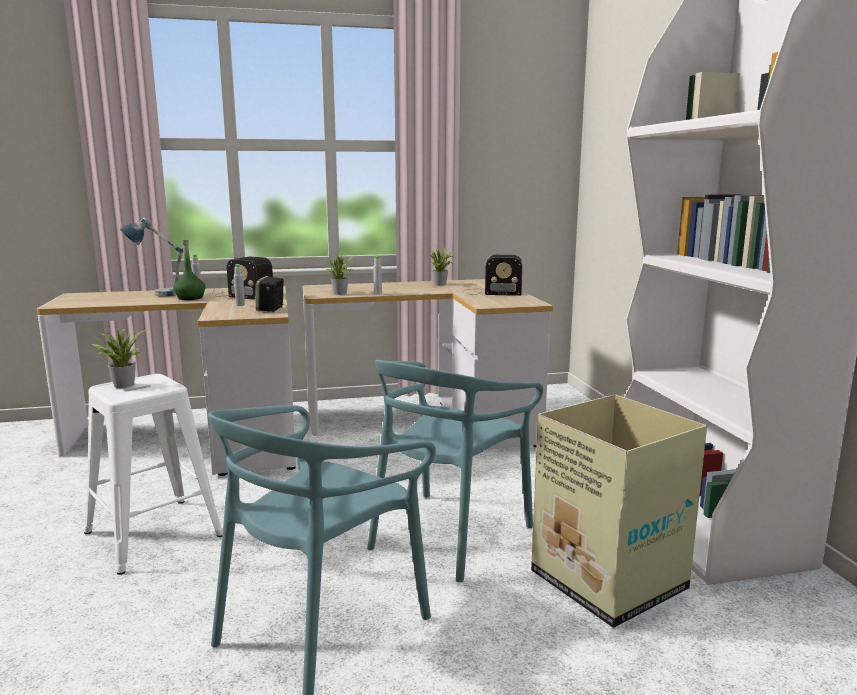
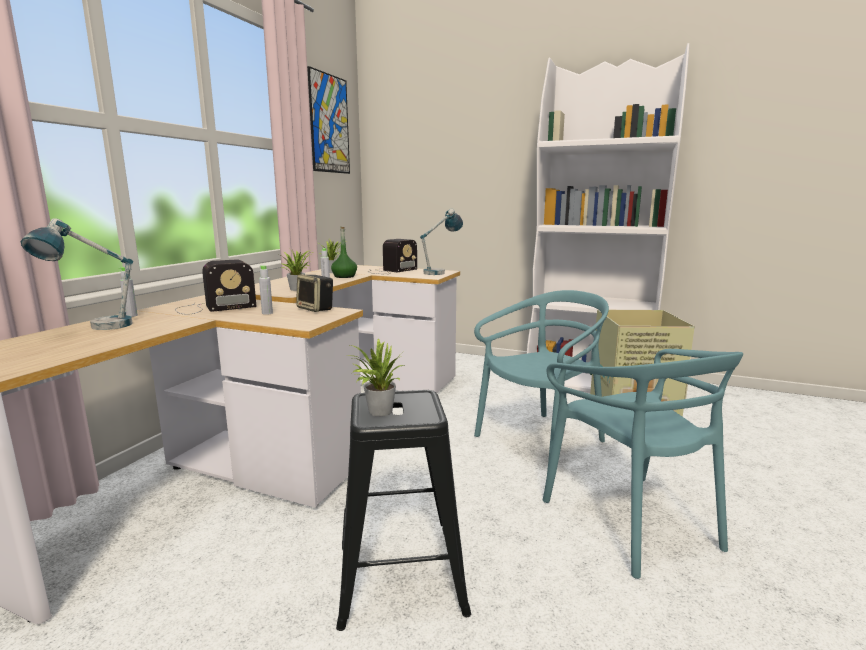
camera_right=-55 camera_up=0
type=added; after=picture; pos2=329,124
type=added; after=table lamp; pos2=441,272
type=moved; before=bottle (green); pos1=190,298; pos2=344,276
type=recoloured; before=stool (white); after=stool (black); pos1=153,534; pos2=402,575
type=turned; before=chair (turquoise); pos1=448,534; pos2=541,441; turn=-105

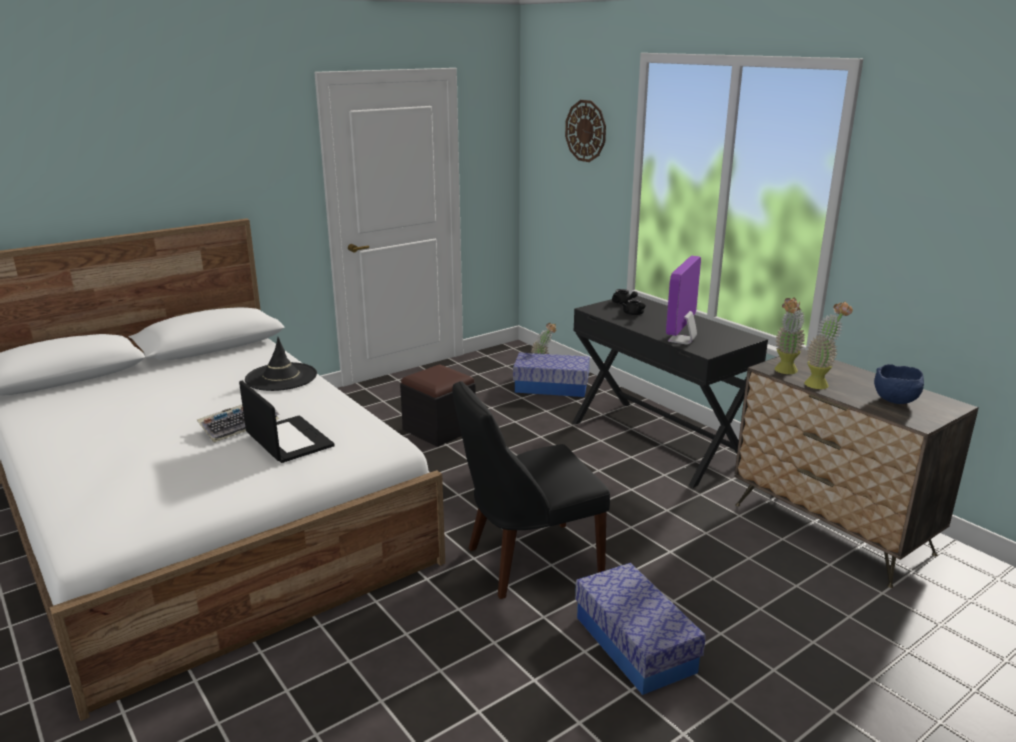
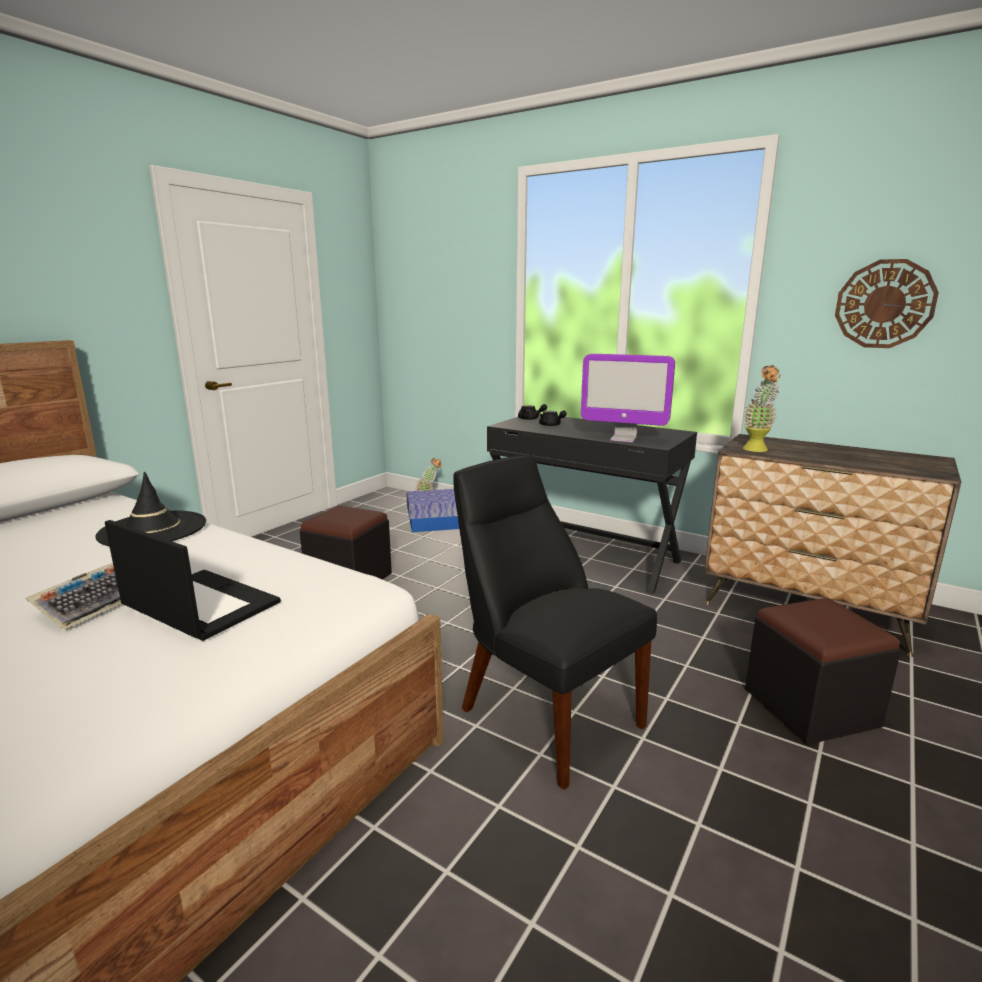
camera_right=-20 camera_up=-5
type=removed; before=storage box; pos1=634,644
type=removed; before=potted plant; pos1=820,383
type=removed; before=bowl (blue); pos1=896,401
type=added; after=ottoman (black); pos2=810,707
type=moved; before=wall clock; pos1=586,131; pos2=884,304
type=turned; before=chair (black); pos1=527,561; pos2=544,713; turn=90
type=turned; before=monitor; pos1=682,340; pos2=623,439; turn=-75

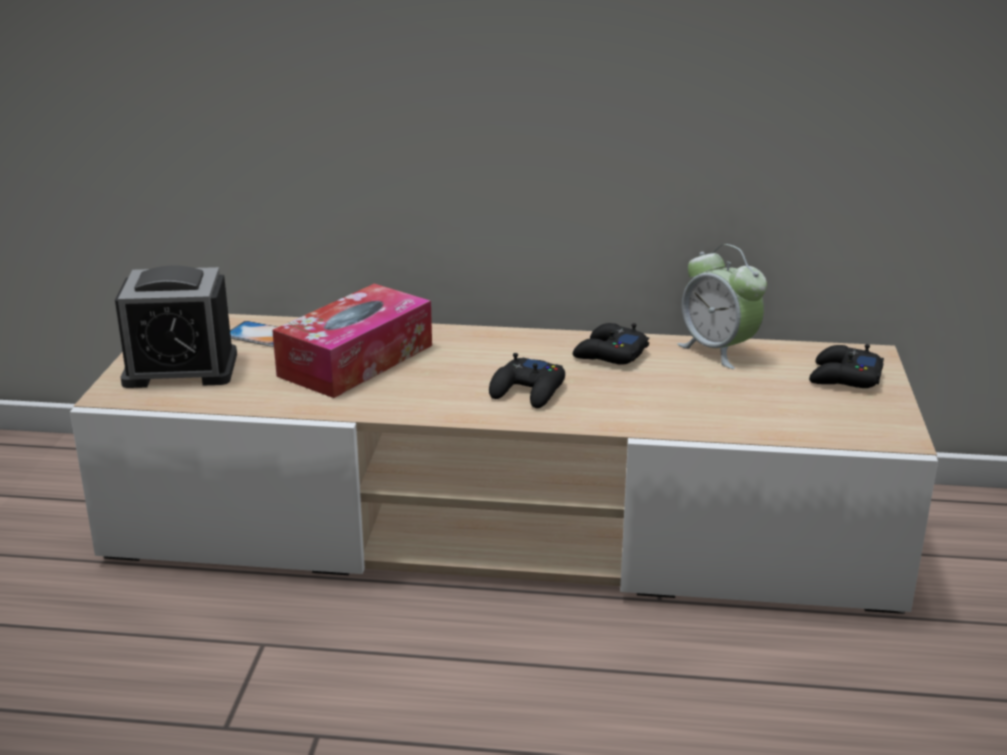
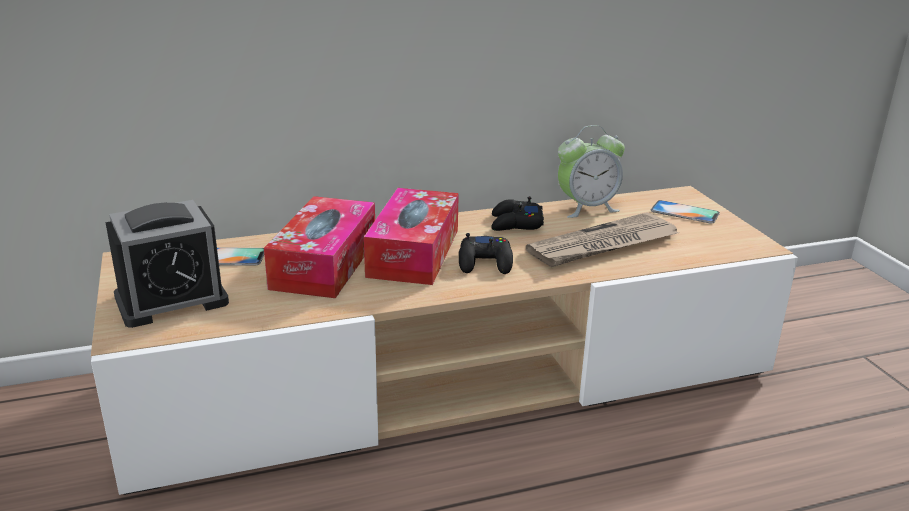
camera_right=-25 camera_up=0
type=added; after=tissue box; pos2=414,252
type=added; after=newspaper; pos2=603,245
type=replaced; before=game controller (black); after=phone; pos1=844,377; pos2=684,212
type=turned; before=alarm clock; pos1=718,351; pos2=586,208; turn=-45

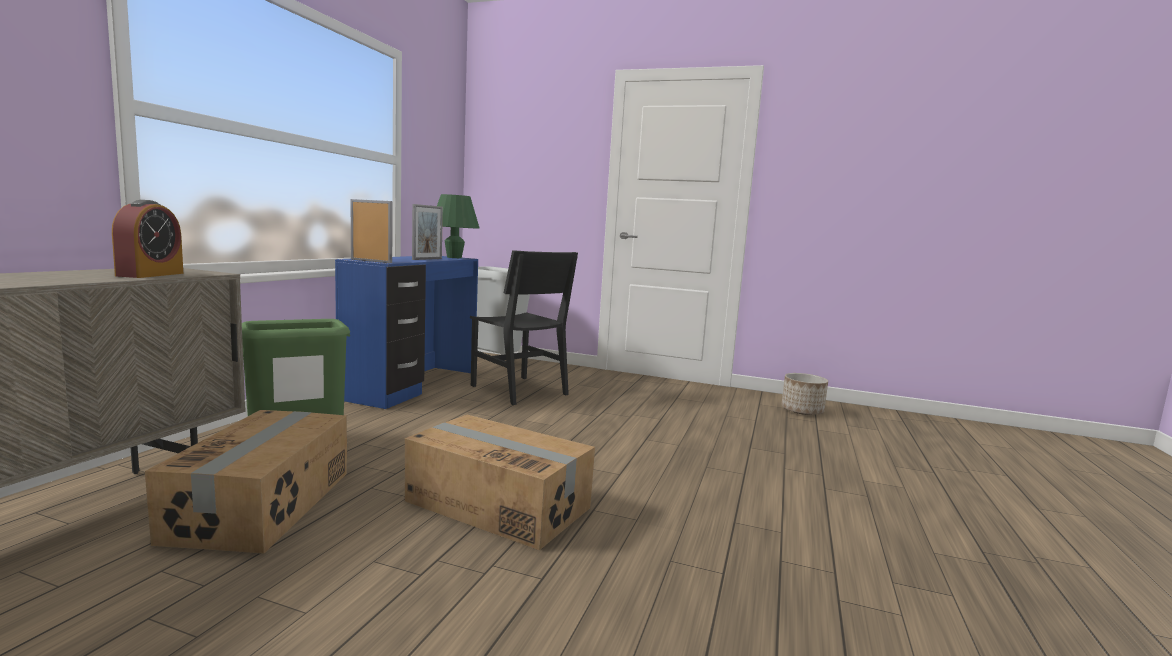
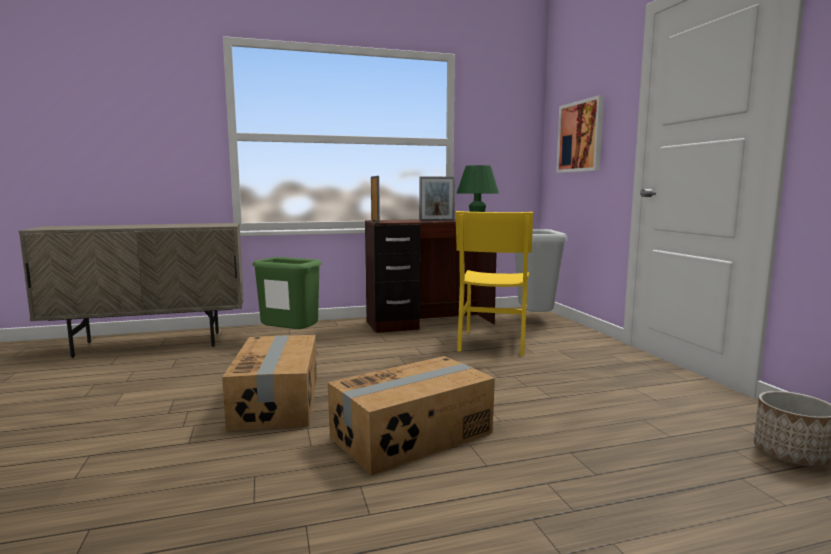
camera_right=55 camera_up=0
type=removed; before=alarm clock; pos1=150,274
type=added; after=picture; pos2=580,136
type=moved; before=cardboard box; pos1=264,504; pos2=413,435
type=recoloured; before=desk (blue); after=desk (brown); pos1=414,385; pos2=430,323
type=recoloured; before=chair (black); after=chair (yellow); pos1=518,390; pos2=492,342

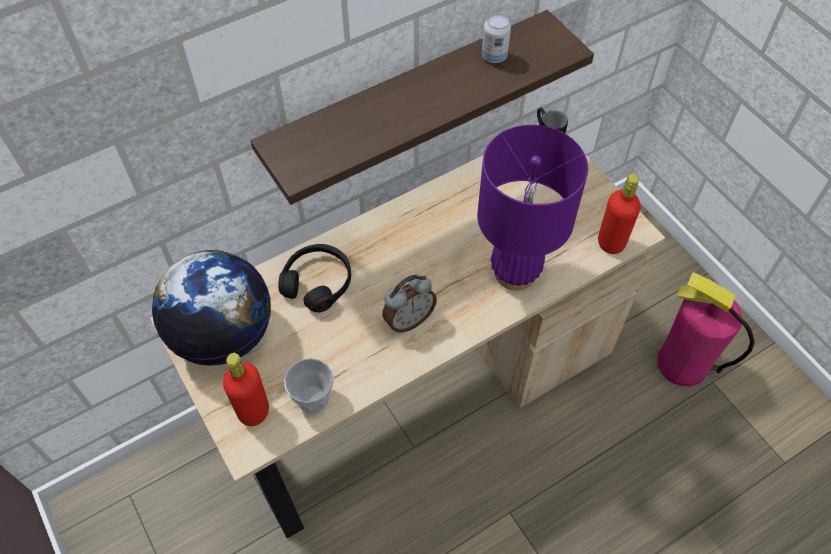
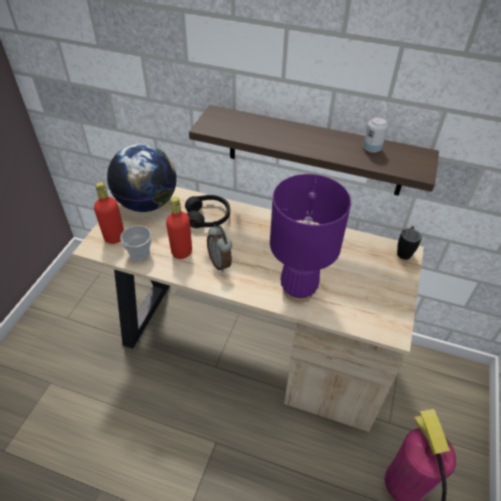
camera_right=50 camera_up=-10
type=moved; before=bottle (red); pos1=611,243; pos2=182,252
type=turned; before=alarm clock; pos1=408,319; pos2=220,263; turn=45

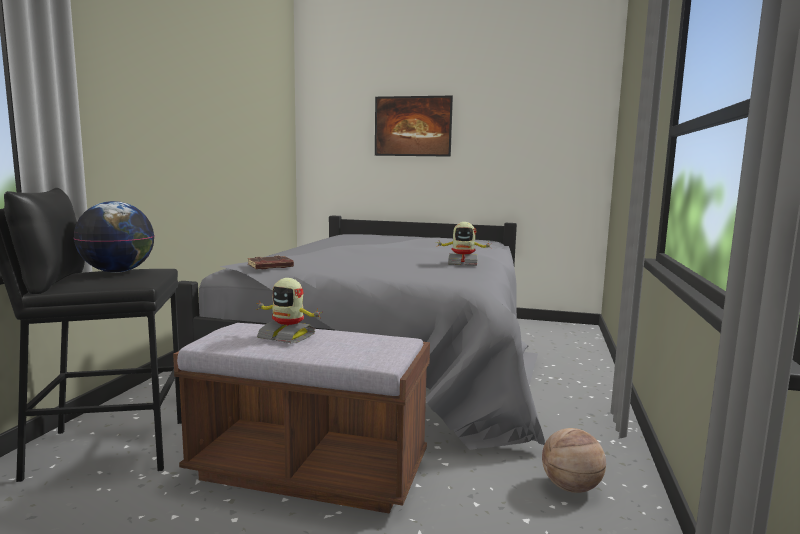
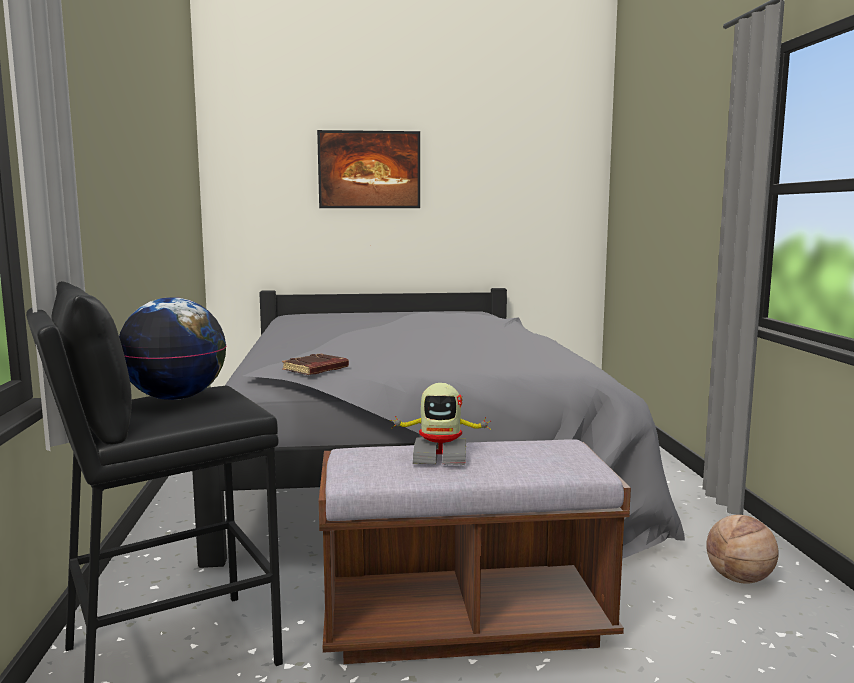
camera_right=-20 camera_up=0
type=removed; before=toy robot; pos1=462,263

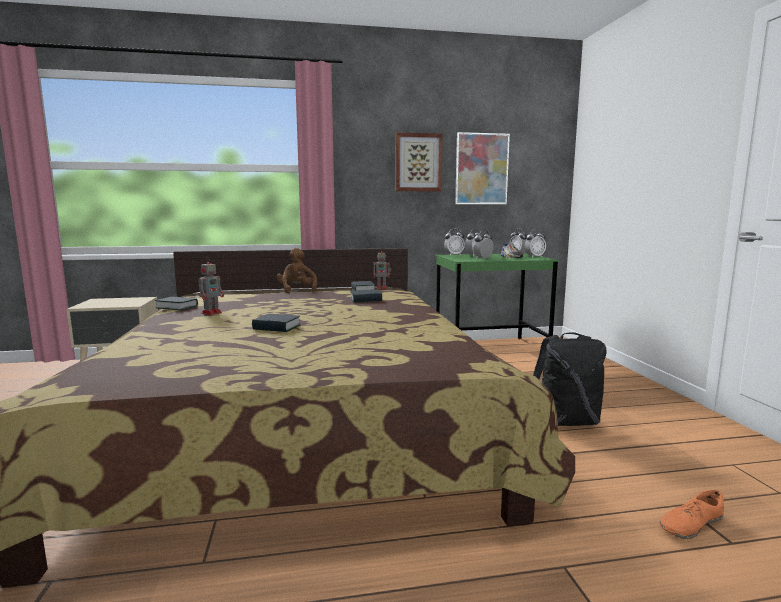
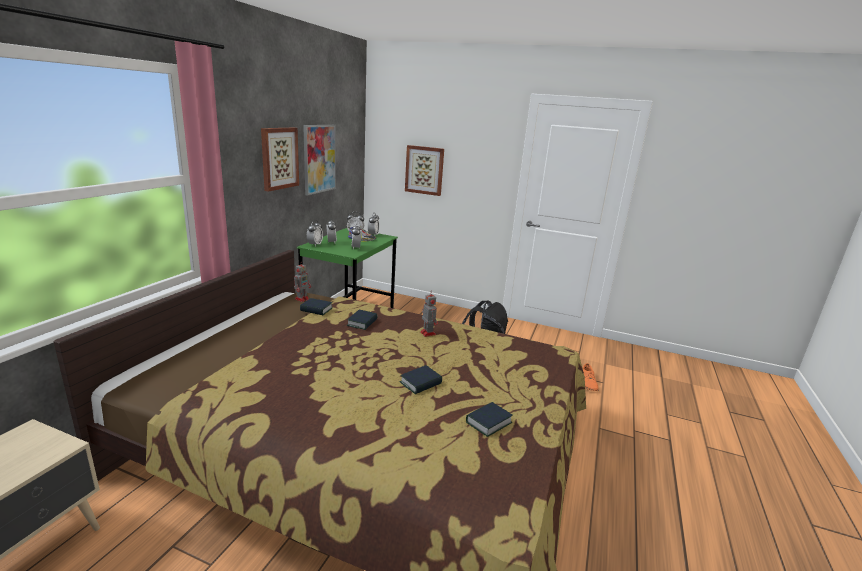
camera_right=-60 camera_up=10
type=removed; before=plush toy (brown); pos1=297,291
type=added; after=picture; pos2=424,170
type=moved; before=book; pos1=177,307; pos2=488,422
type=moved; before=toy robot; pos1=212,313; pos2=427,333

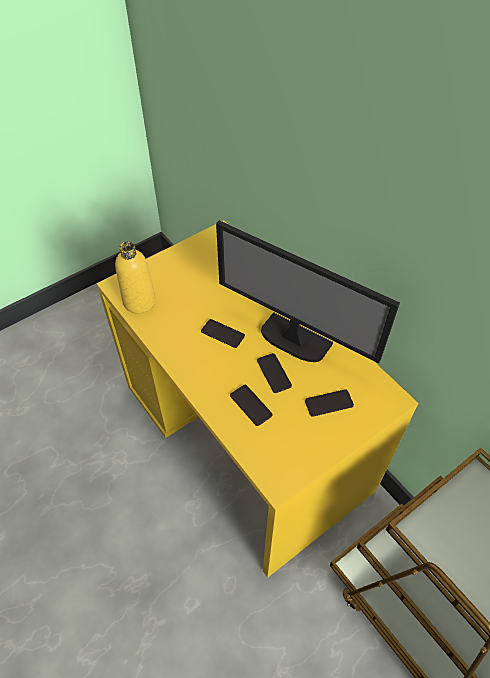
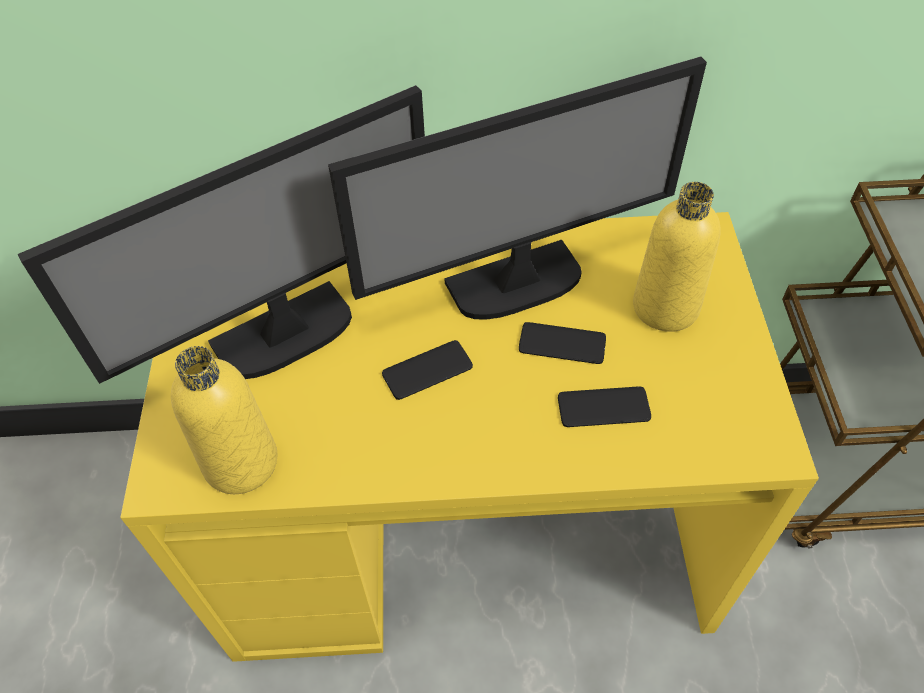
camera_right=-55 camera_up=0
type=added; after=monitor; pos2=286,336
type=replaced; before=phone; after=bottle (yellow); pos1=329,403; pos2=665,307

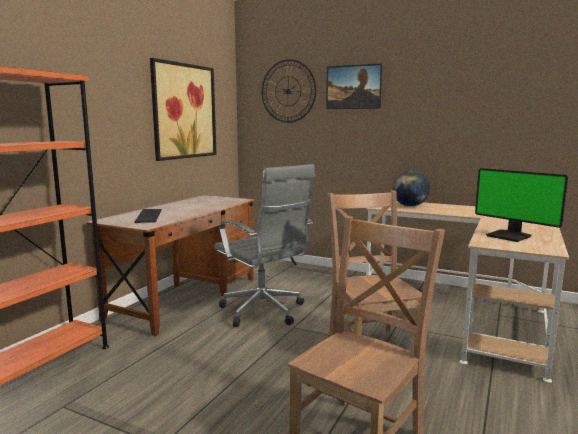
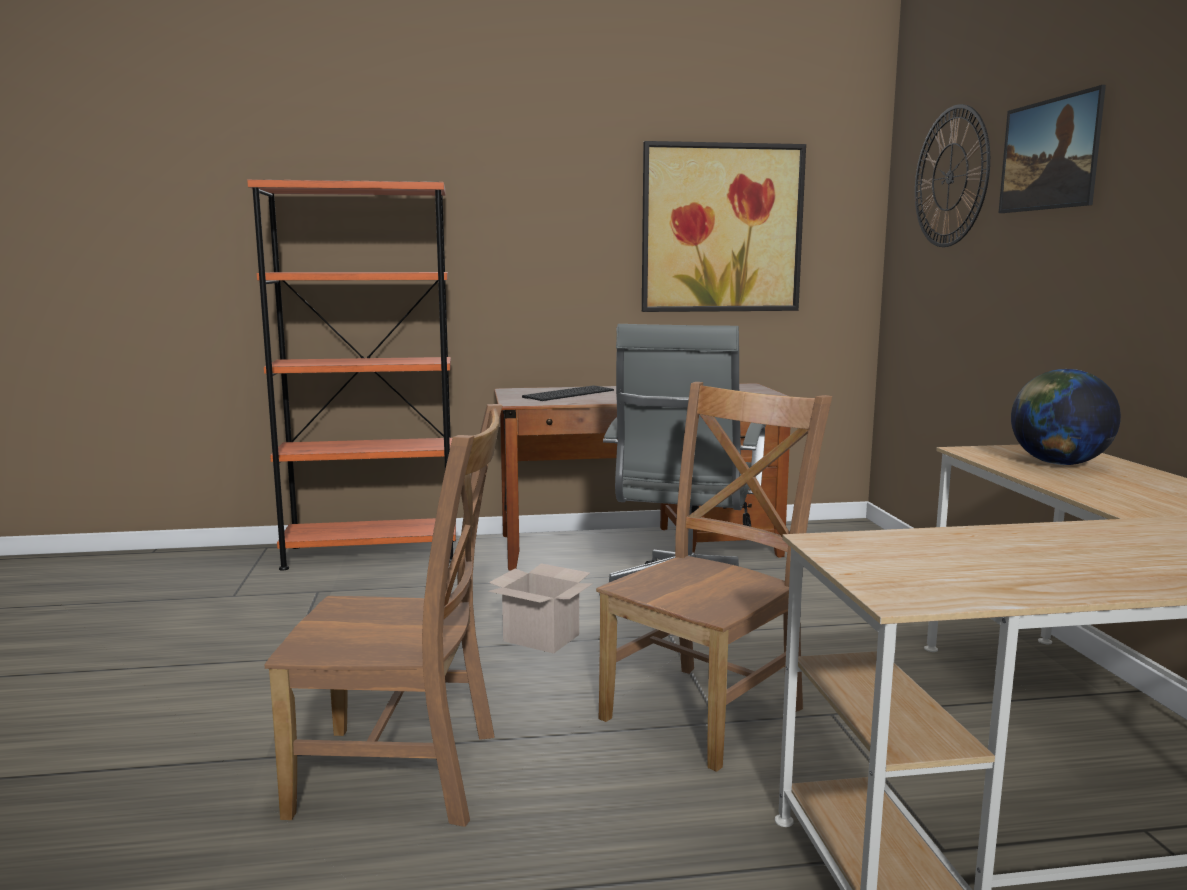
camera_right=55 camera_up=0
type=removed; before=monitor; pos1=510,236
type=added; after=cardboard box; pos2=543,638

